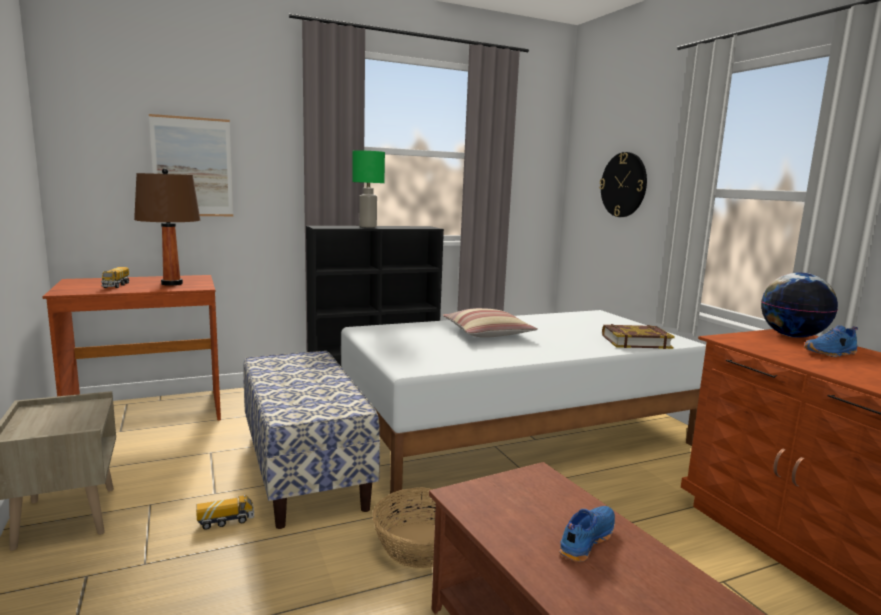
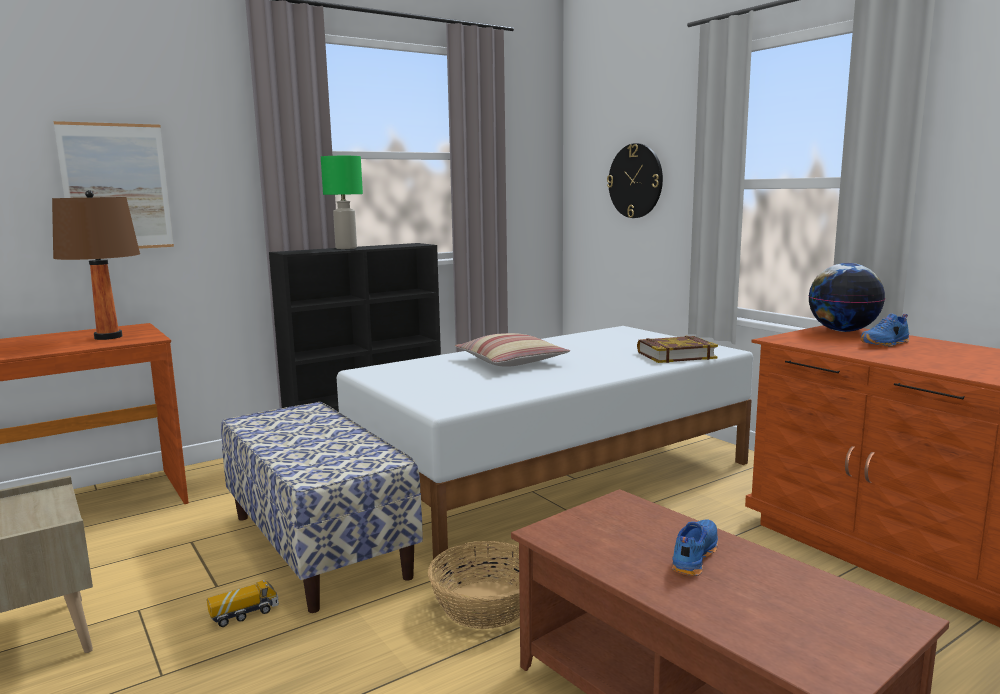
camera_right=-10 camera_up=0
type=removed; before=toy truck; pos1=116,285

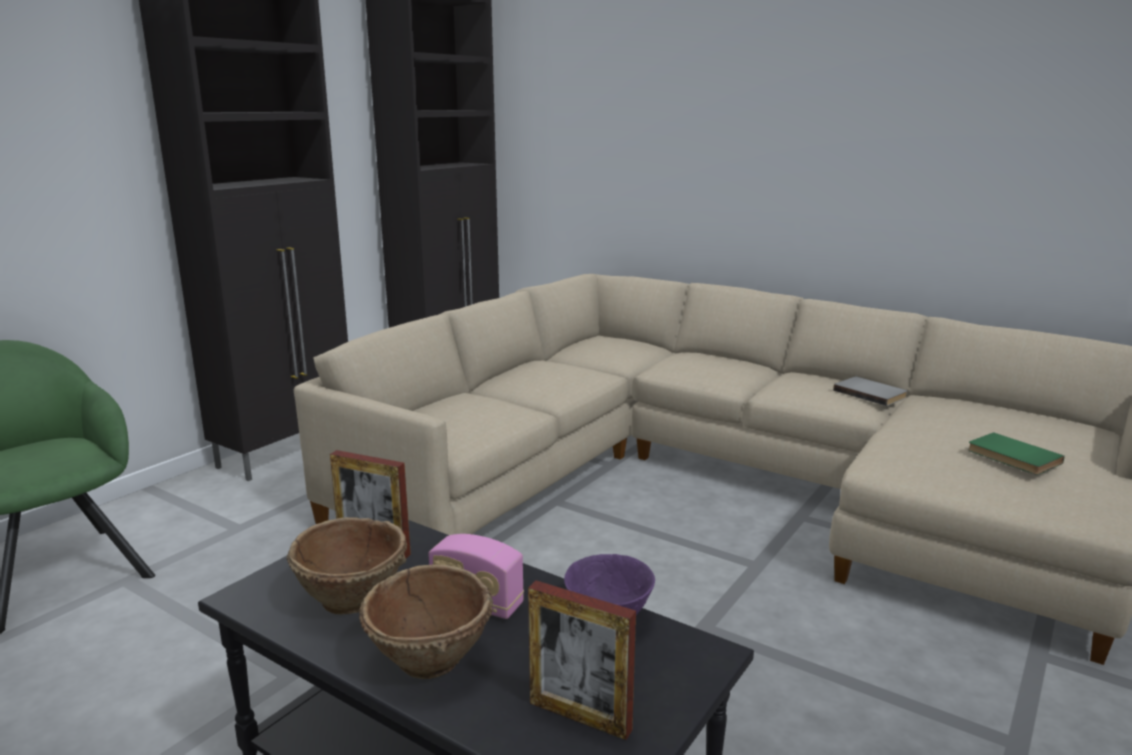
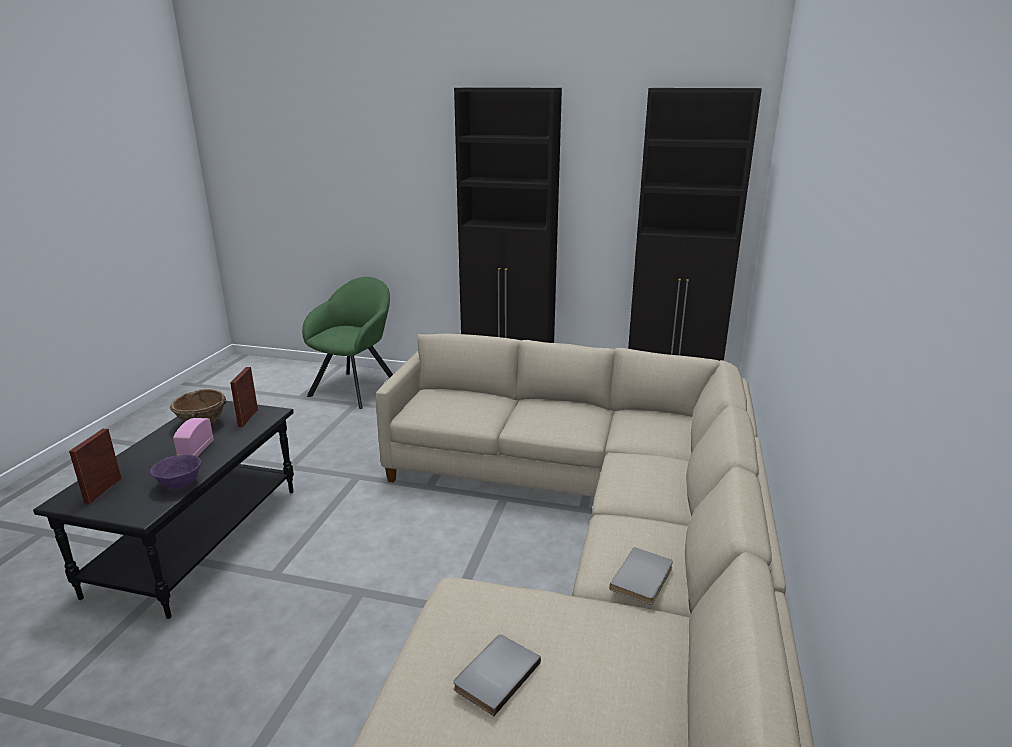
camera_right=70 camera_up=5
type=removed; before=bowl (brown); pos1=431,661
type=recoloured; before=book (green); after=book (grey); pos1=1012,457; pos2=494,674

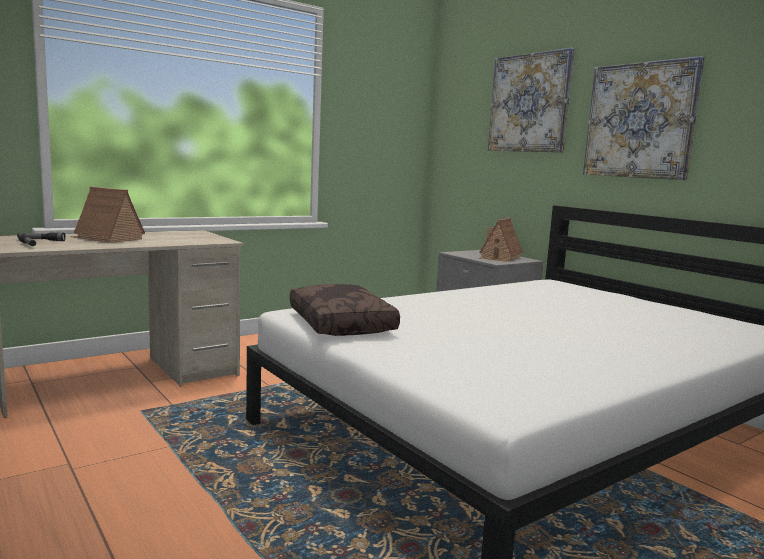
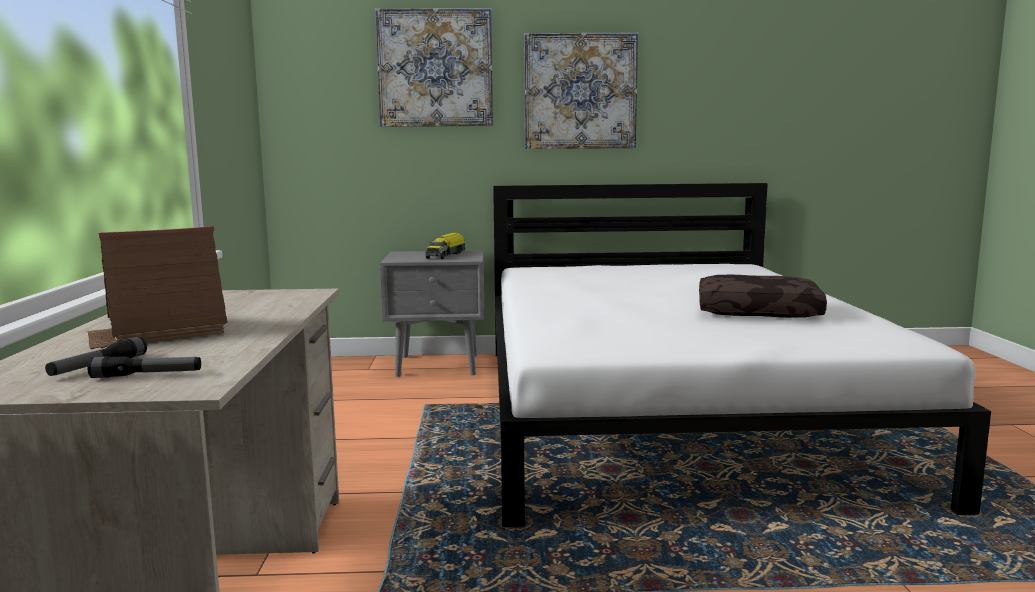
camera_right=-55 camera_up=0
type=moved; before=pillow (brown); pos1=343,324; pos2=758,311
type=replaced; before=toy house; after=toy truck; pos1=500,257; pos2=446,255

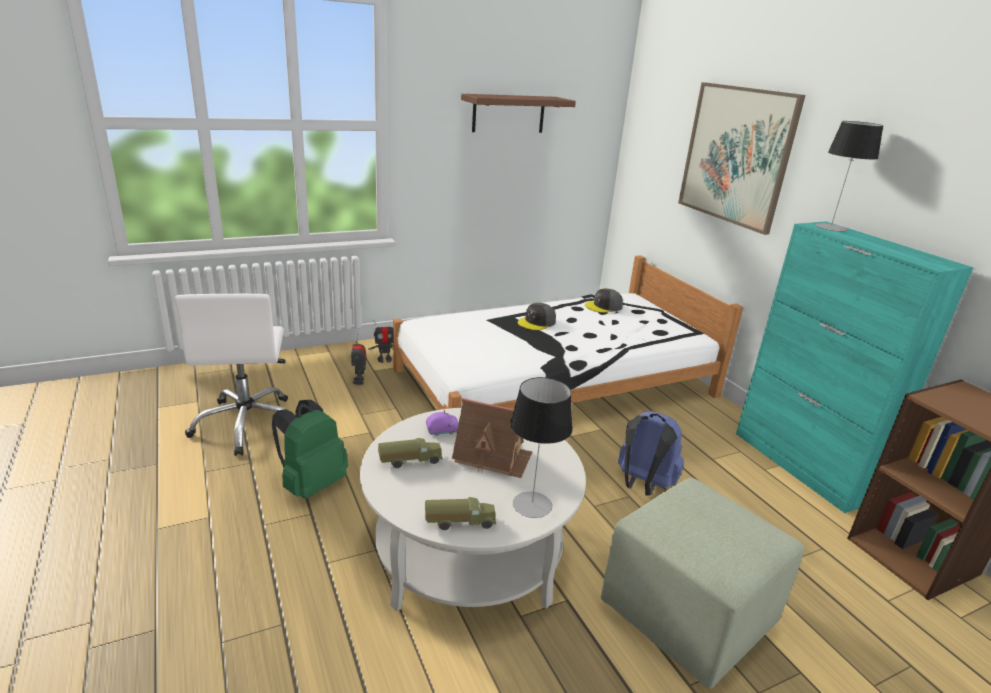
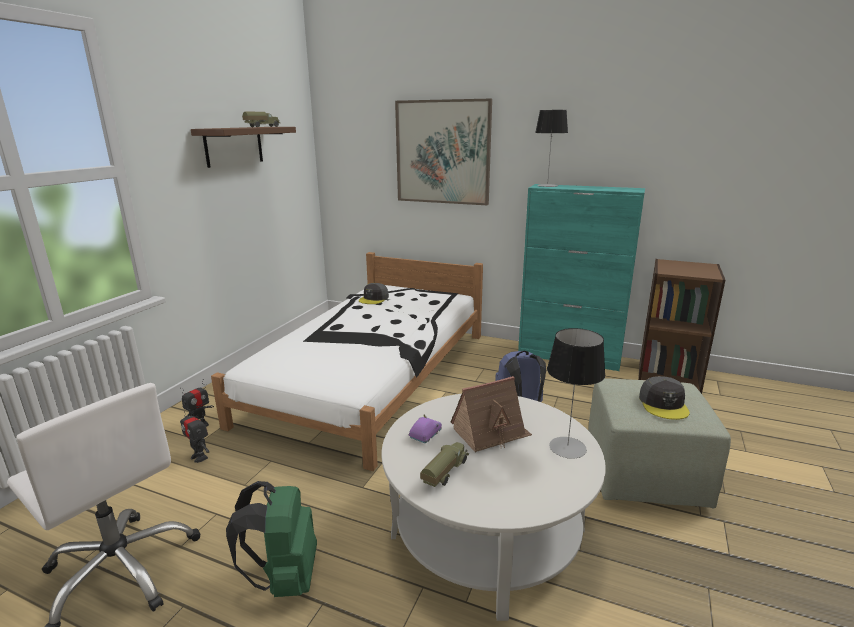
camera_right=-40 camera_up=-5
type=moved; before=toy truck; pos1=459,522; pos2=262,127
type=moved; before=cap (grey); pos1=537,322; pos2=663,404

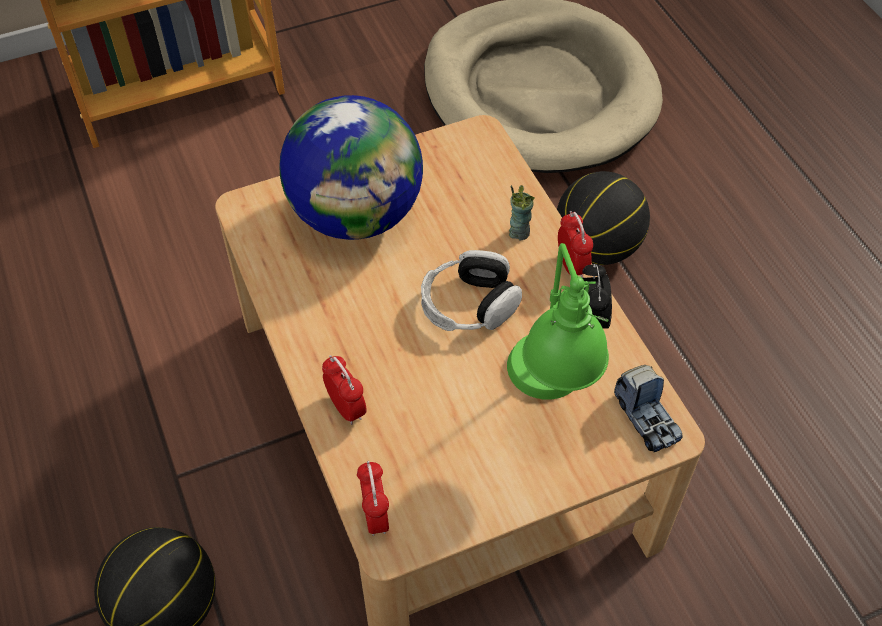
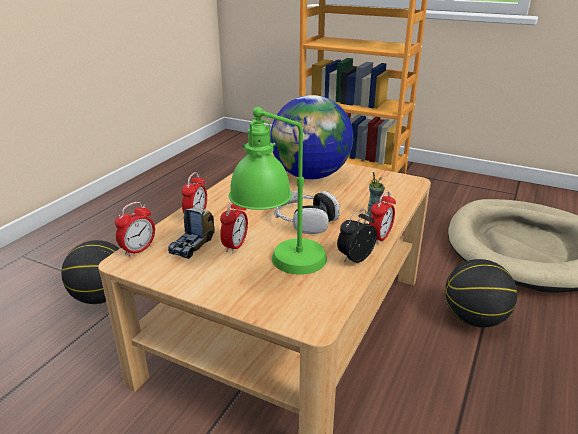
camera_right=50 camera_up=-25
type=added; after=alarm clock; pos2=235,246
type=moved; before=toy truck; pos1=646,418; pos2=193,245

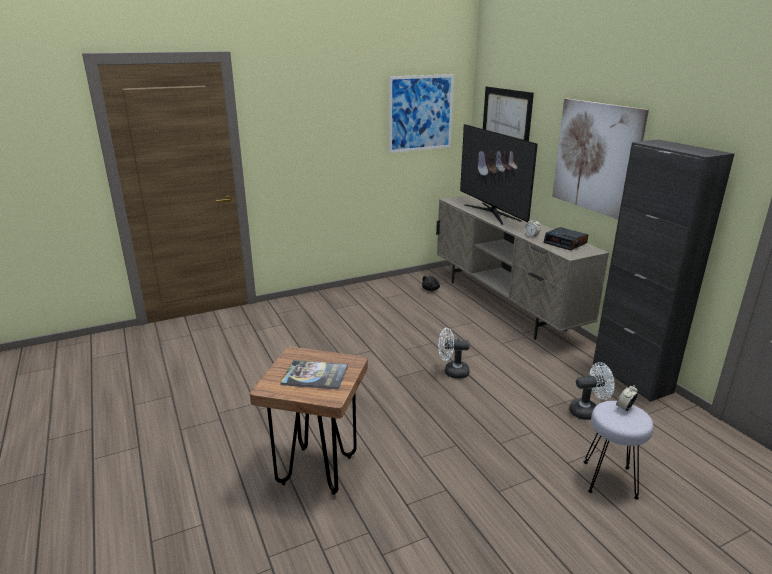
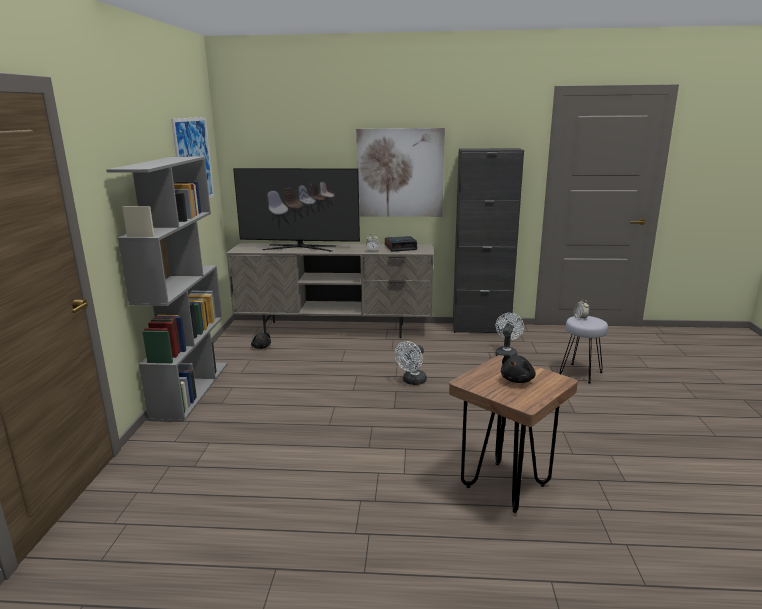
camera_right=-60 camera_up=-5
type=removed; before=picture; pos1=506,116
type=added; after=bookcase (grey); pos2=191,389
type=replaced; before=book; after=plush toy (black); pos1=315,375; pos2=518,380

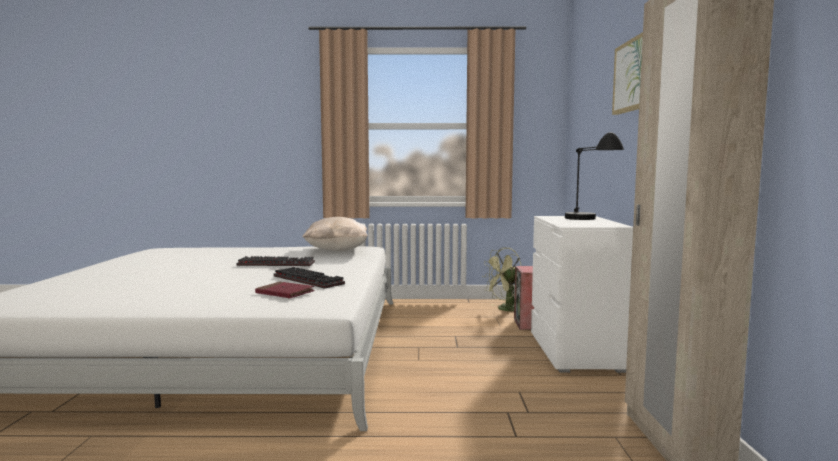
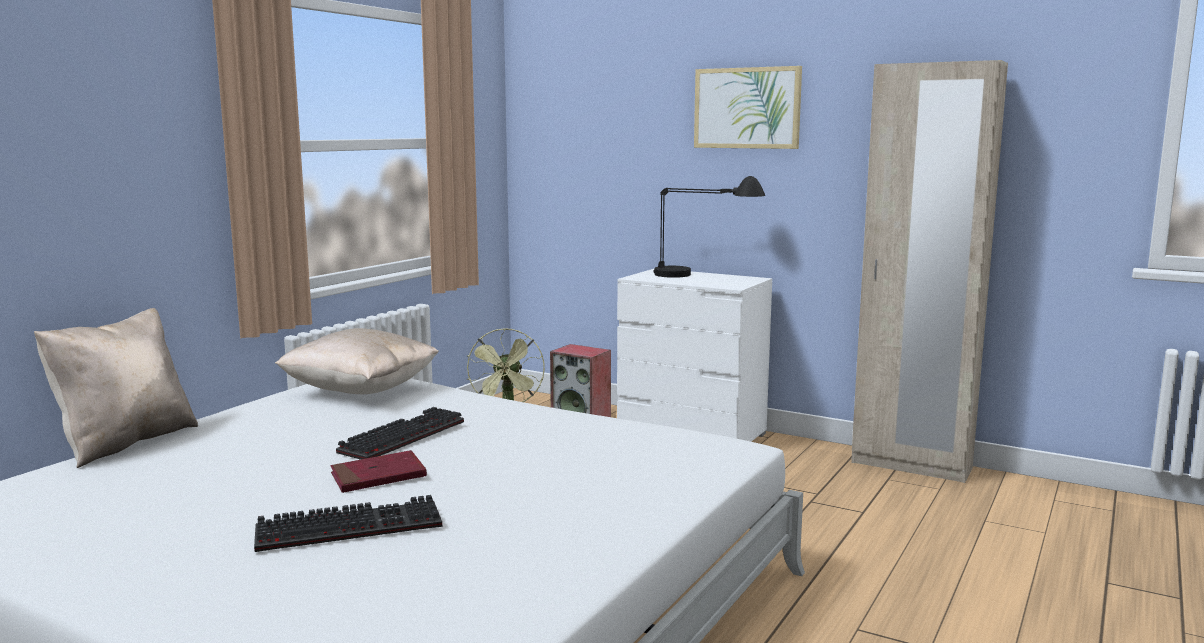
camera_right=-60 camera_up=5
type=added; after=pillow (beige); pos2=125,443
type=moved; before=book (red); pos1=285,293; pos2=378,476
type=moved; before=keyboard; pos1=310,280; pos2=352,526

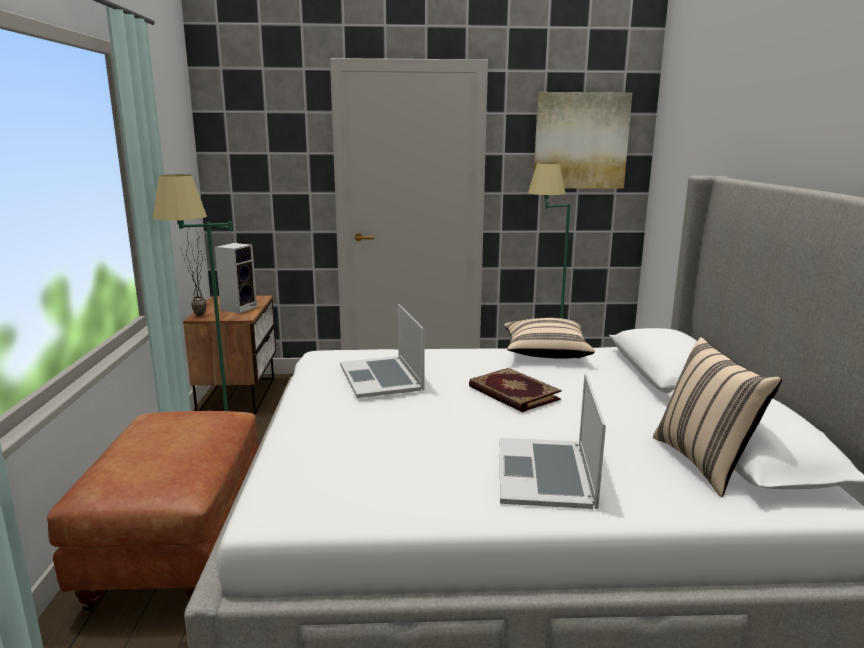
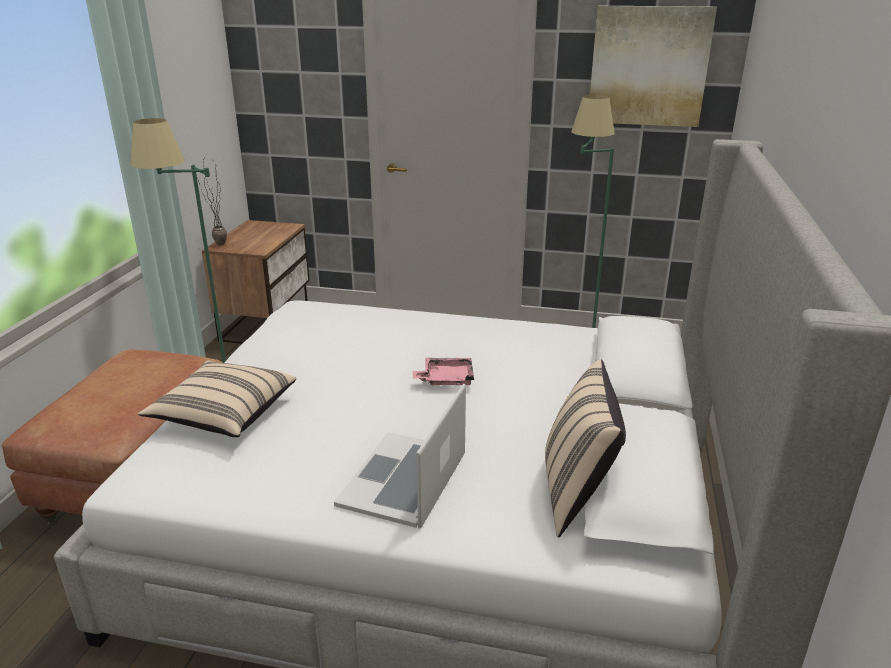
camera_right=15 camera_up=10
type=removed; before=speaker; pos1=239,308
type=removed; before=laptop; pos1=381,377
type=moved; before=pillow (beige); pos1=545,353; pos2=224,415
type=replaced; before=book; after=tray (pink); pos1=512,393; pos2=446,379

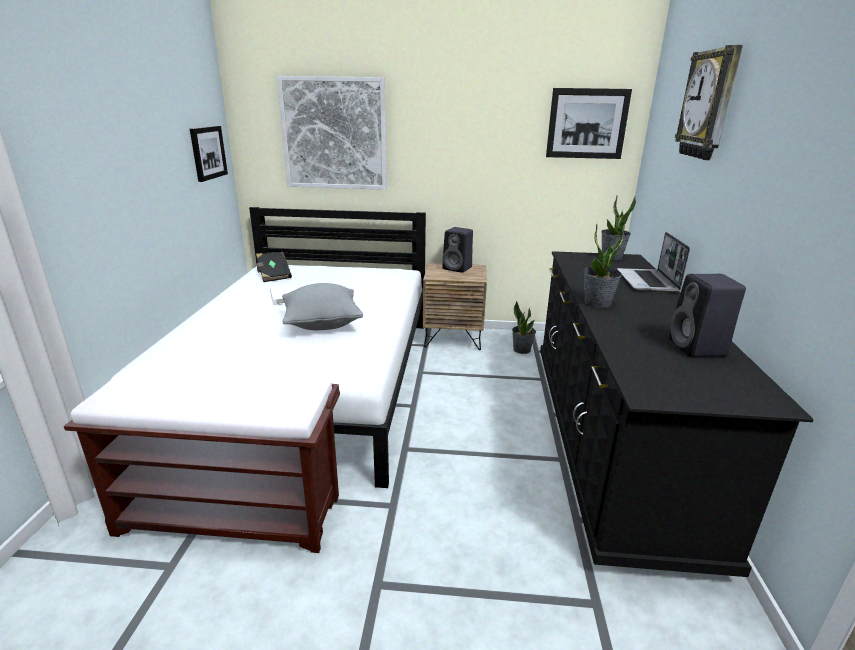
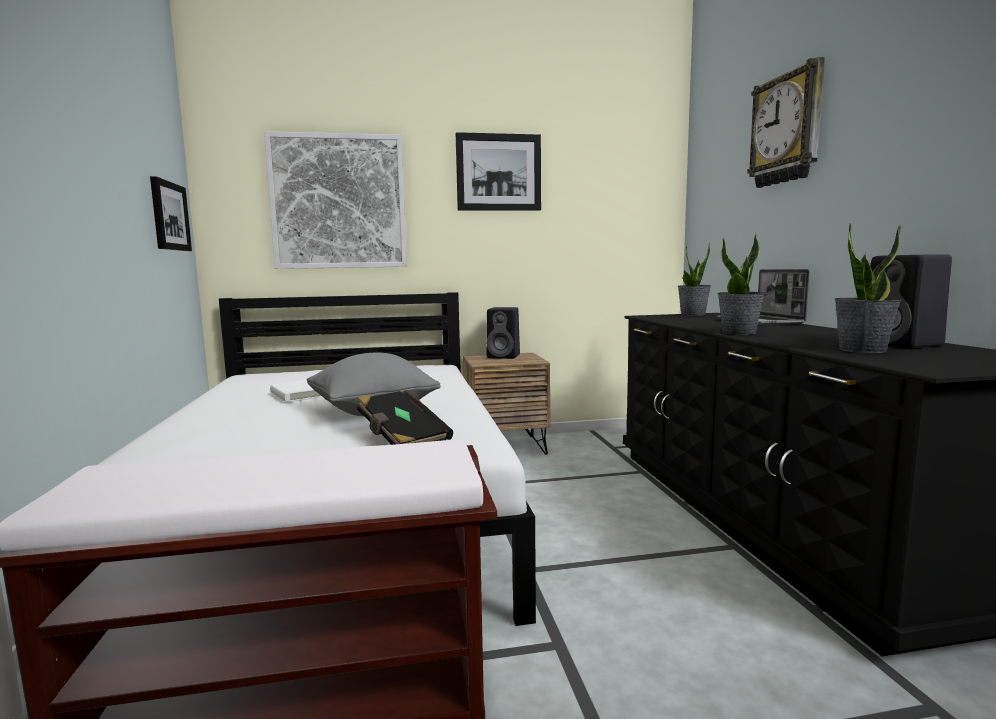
camera_right=-15 camera_up=-15
type=moved; before=book (black); pos1=273,275; pos2=402,438
type=moved; before=potted plant; pos1=522,349; pos2=862,350
type=moved; before=picture; pos1=587,124; pos2=498,172

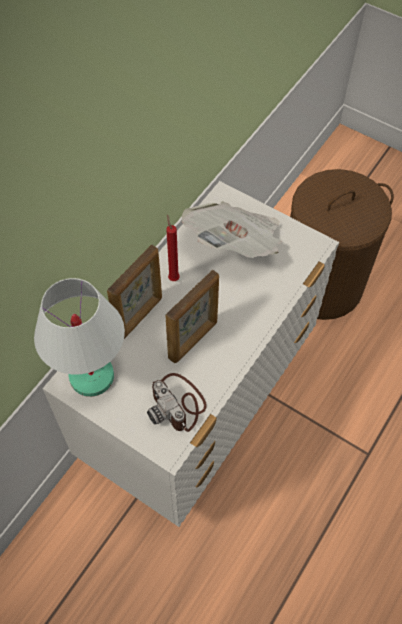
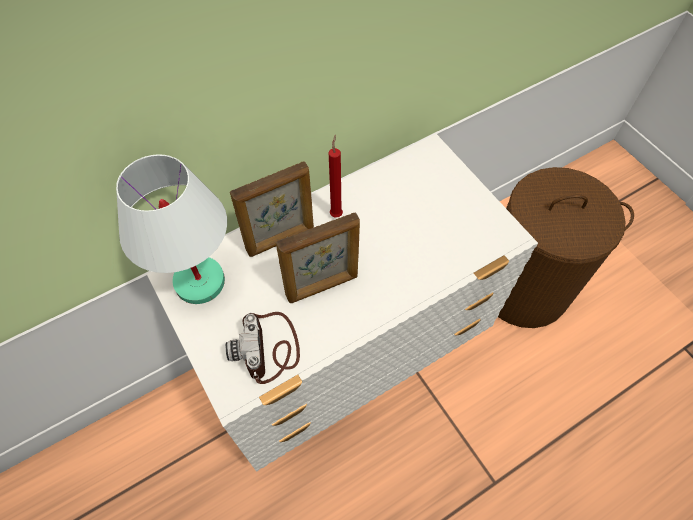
camera_right=25 camera_up=0
type=removed; before=newspaper; pos1=235,244

